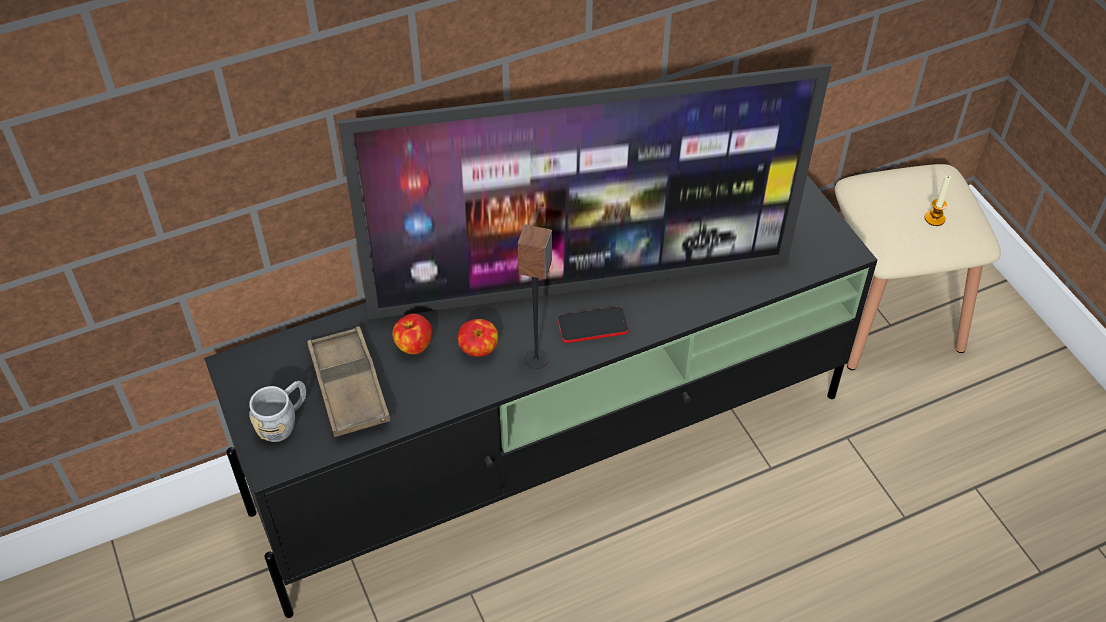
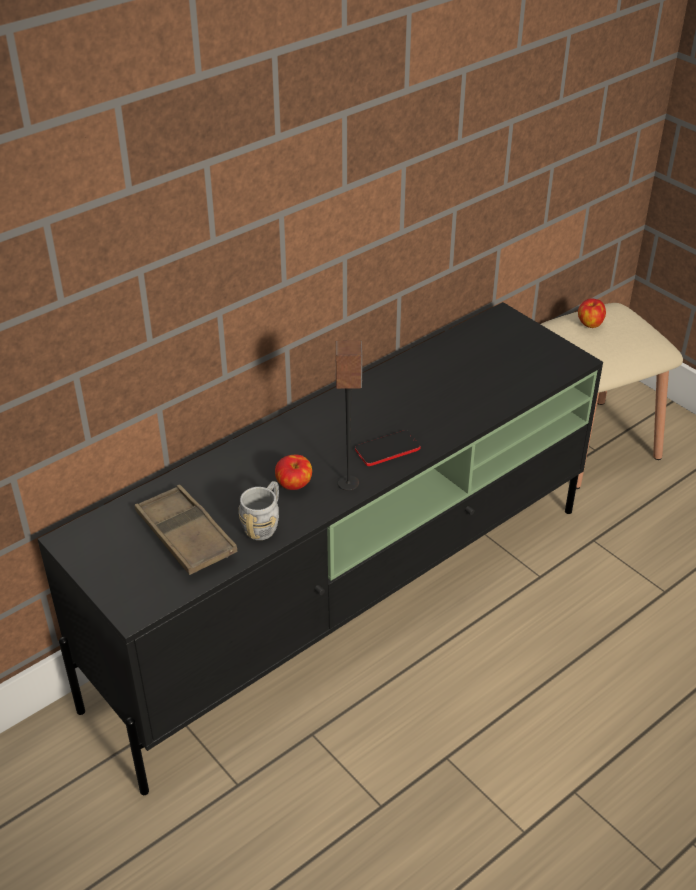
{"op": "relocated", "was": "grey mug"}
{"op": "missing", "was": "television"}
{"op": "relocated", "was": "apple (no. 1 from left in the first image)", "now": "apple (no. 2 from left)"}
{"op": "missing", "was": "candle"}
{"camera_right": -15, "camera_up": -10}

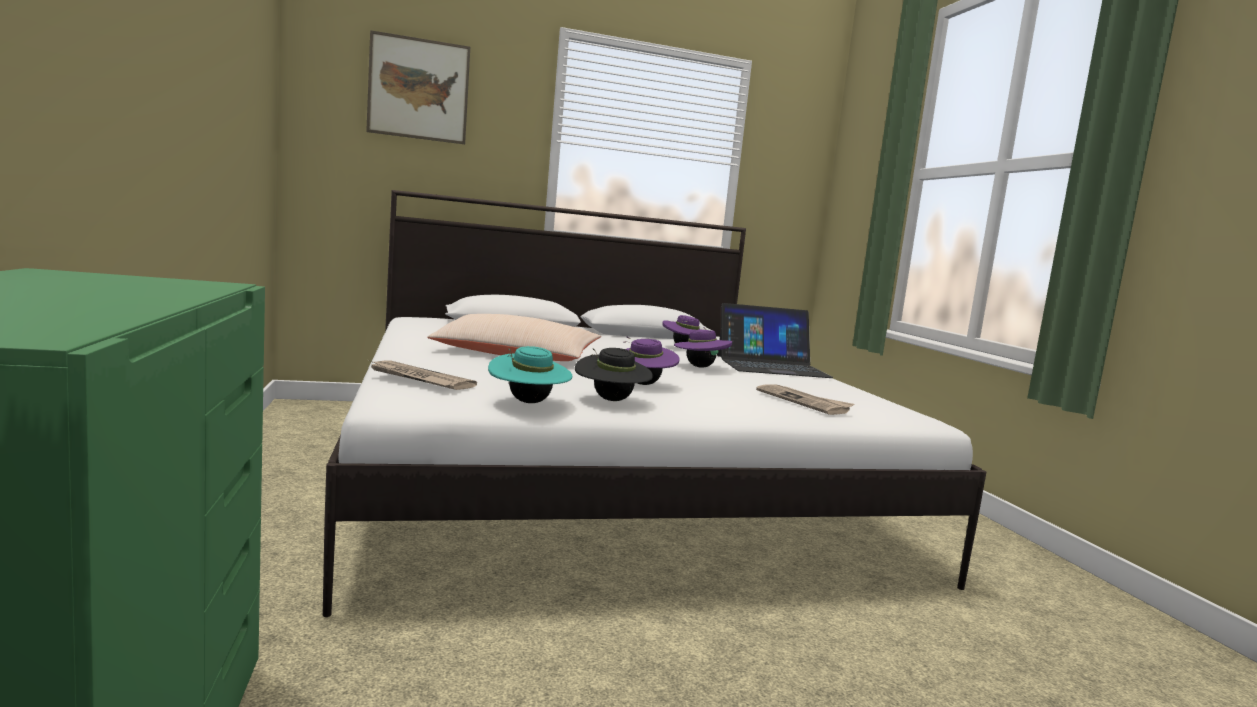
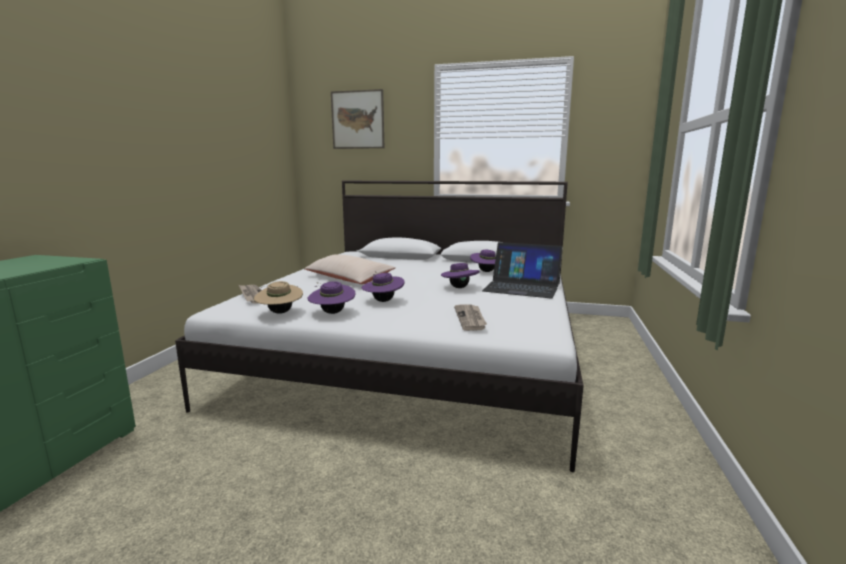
{"op": "colour", "was": "turquoise hat", "now": "beige hat"}
{"op": "colour", "was": "black hat", "now": "purple hat (no. 1 from left)"}
{"camera_right": 30, "camera_up": 5}

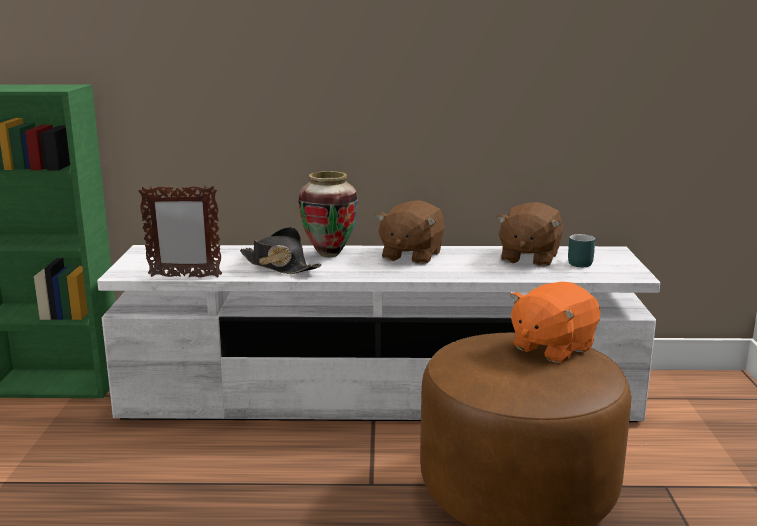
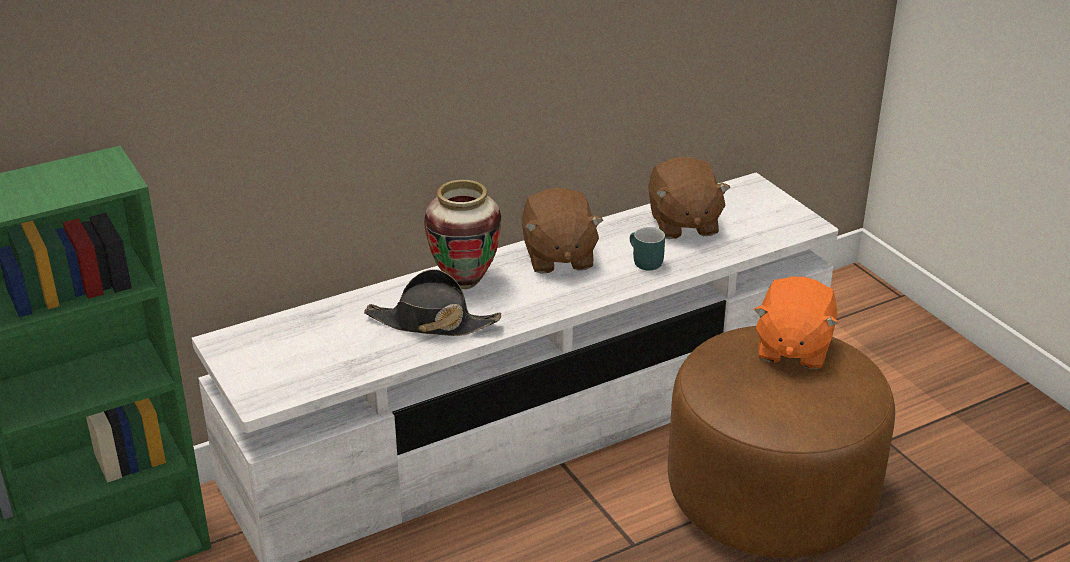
{"op": "missing", "was": "picture frame"}
{"op": "relocated", "was": "turquoise mug"}
{"camera_right": -30, "camera_up": 15}

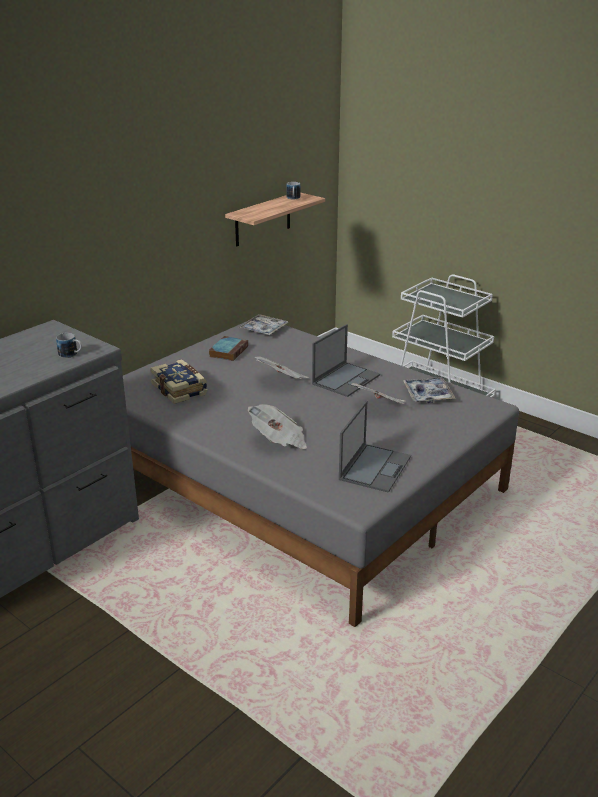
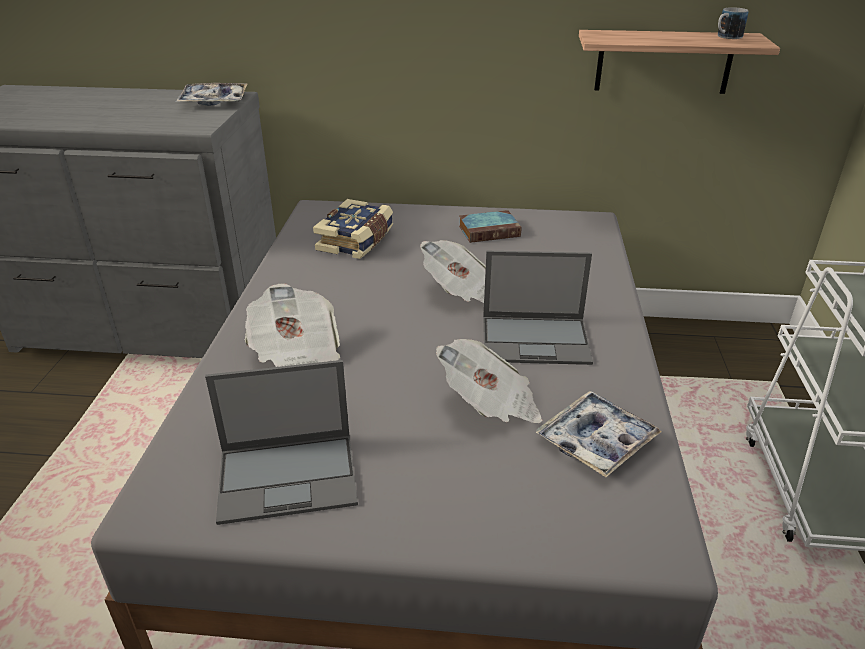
{"op": "missing", "was": "mug (no. 1 from left)"}
{"op": "relocated", "was": "tray (no. 1 from left)"}
{"camera_right": 55, "camera_up": 5}

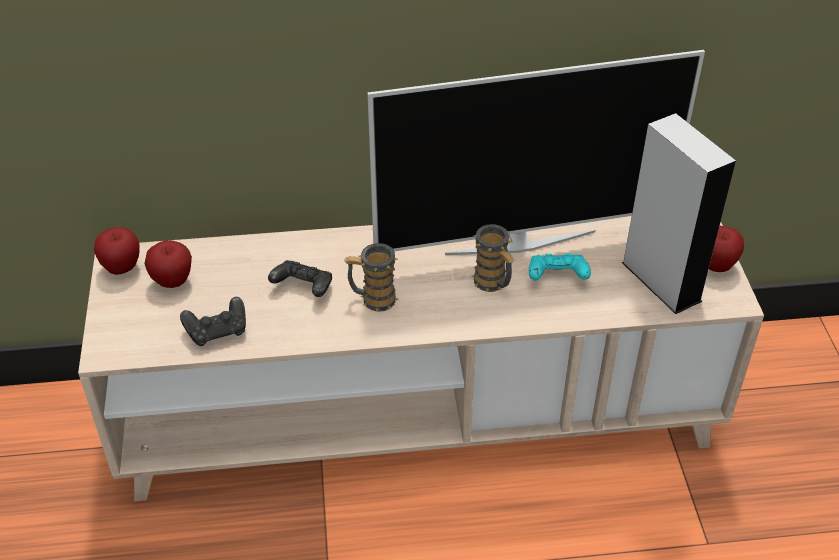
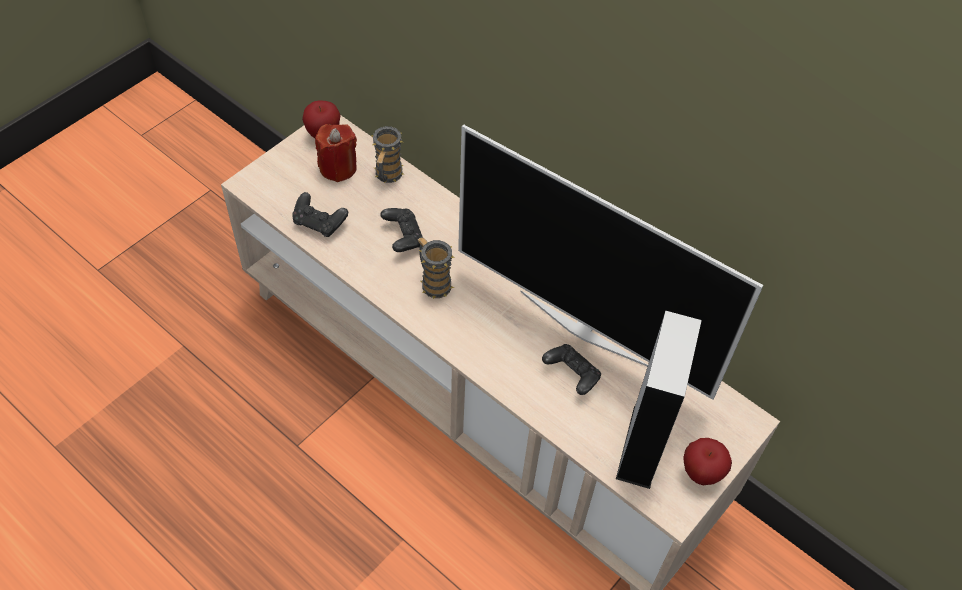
{"op": "exchanged", "was": "apple (no. 2 from left)", "now": "red candle"}
{"op": "relocated", "was": "mug (no. 2 from left in the first image)", "now": "mug (no. 1 from left)"}
{"op": "colour", "was": "turquoise game controller", "now": "black game controller (no. 3 from left)"}
{"camera_right": 45, "camera_up": 10}

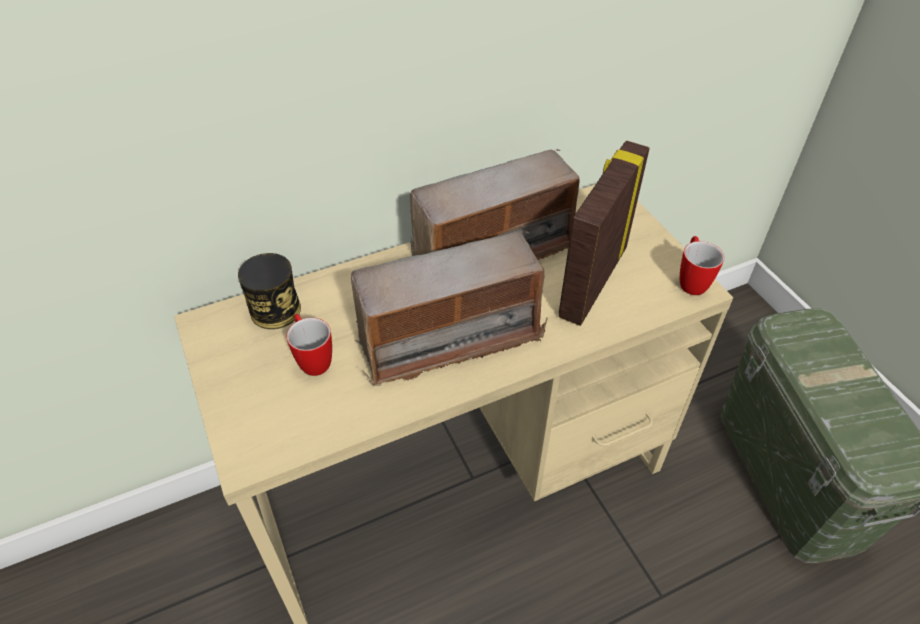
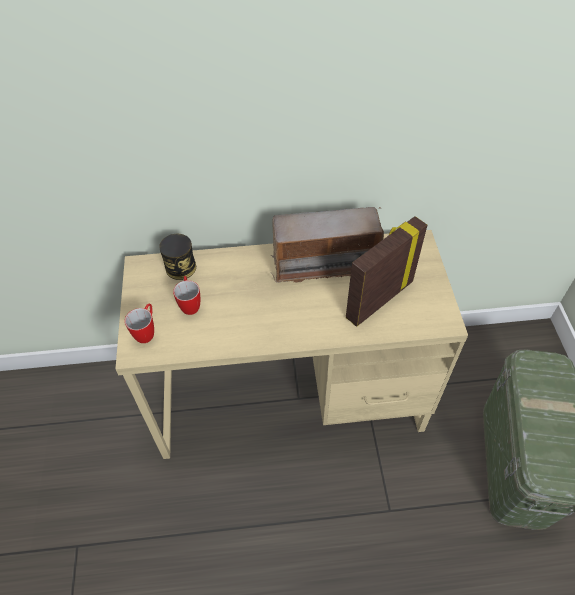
{"op": "missing", "was": "radio (no. 1 from left)"}
{"op": "relocated", "was": "mug (no. 2 from left in the first image)", "now": "mug (no. 1 from left)"}
{"camera_right": 20, "camera_up": 5}

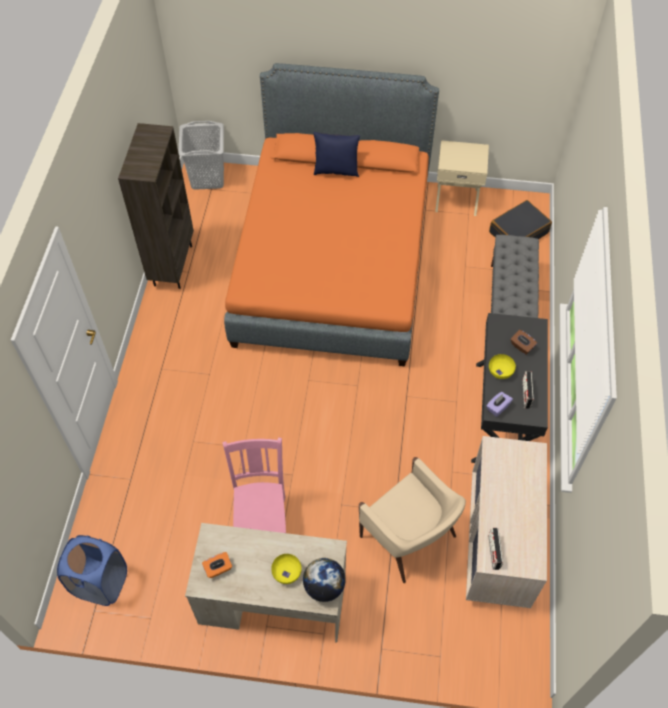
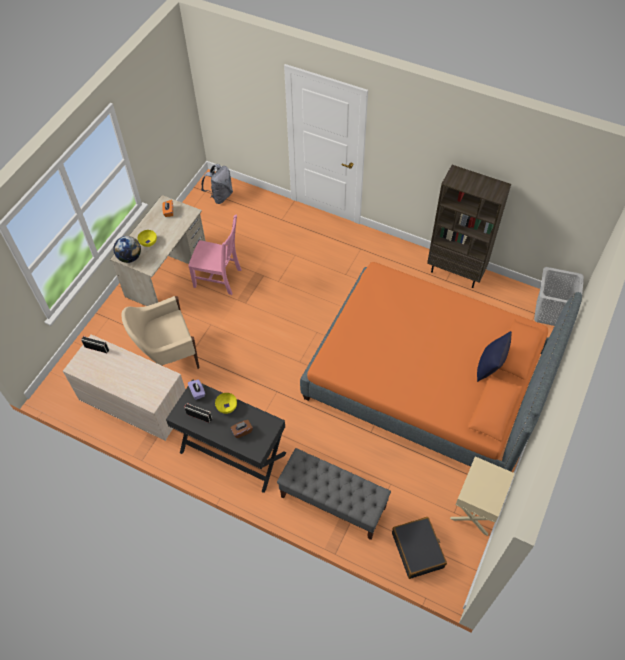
{"op": "exchanged", "was": "blue laundry basket", "now": "grey backpack"}
{"camera_right": 110, "camera_up": 0}

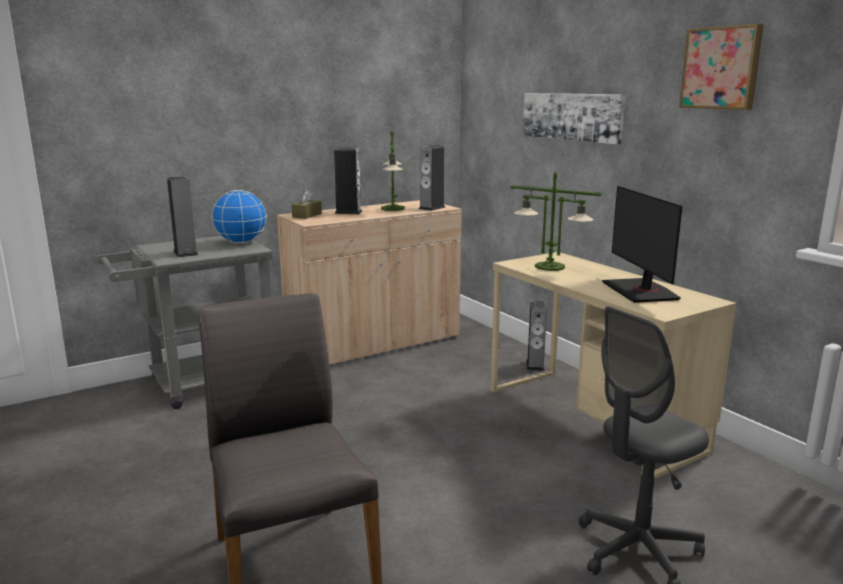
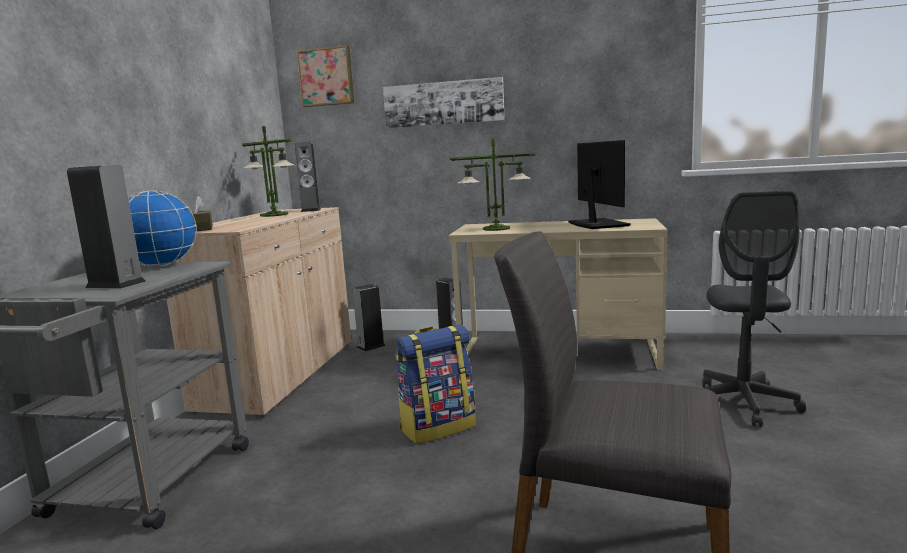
{"op": "relocated", "was": "speaker (no. 2 from left in the first image)", "now": "speaker (no. 3 from left)"}
{"op": "spun", "was": "monitor", "clockwise": -135}
{"op": "relocated", "was": "picture (no. 2 from left in the first image)", "now": "picture (no. 1 from left)"}
{"op": "appeared", "now": "backpack"}
{"camera_right": -45, "camera_up": -5}

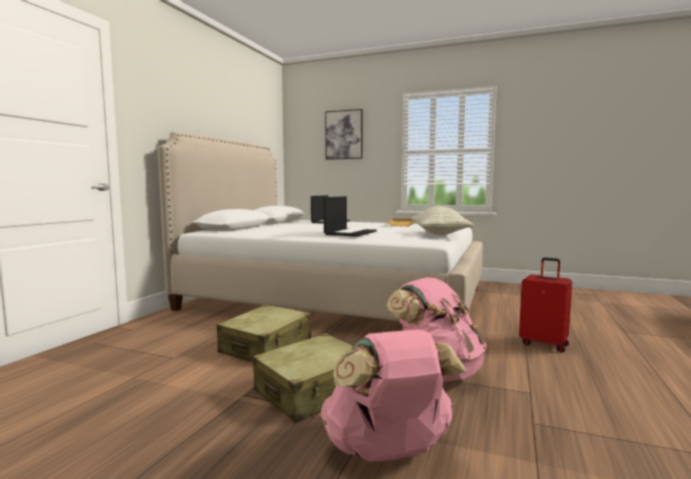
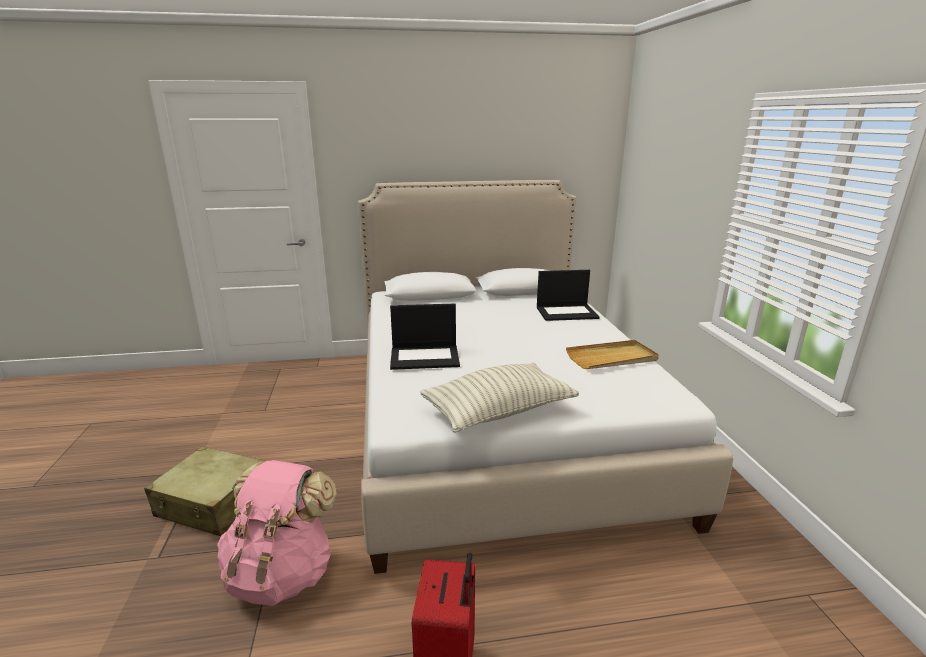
{"op": "missing", "was": "beige suitcase (no. 1 from left)"}
{"op": "missing", "was": "pink backpack (no. 1 from left)"}
{"op": "missing", "was": "picture"}
{"camera_right": 60, "camera_up": 15}

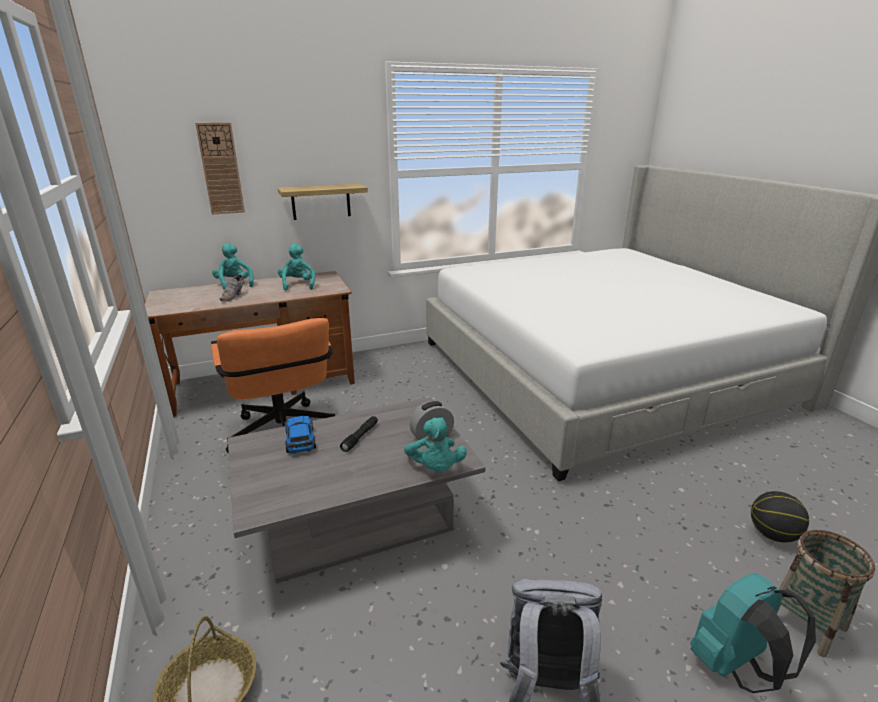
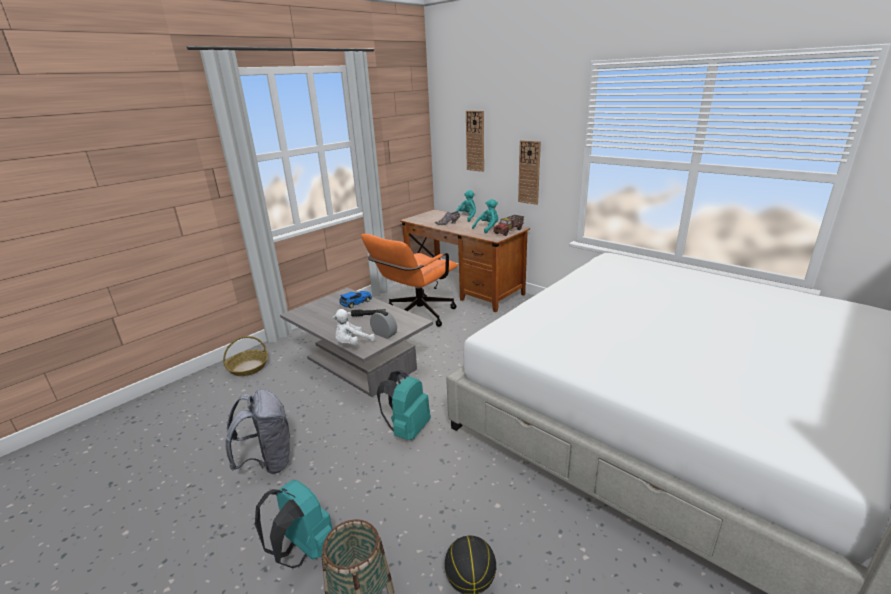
{"op": "exchanged", "was": "shelf", "now": "wall clock (no. 2 from left)"}
{"op": "colour", "was": "turquoise plush toy (no. 3 from left)", "now": "white plush toy"}
{"op": "appeared", "now": "turquoise backpack (no. 2 from left)"}
{"op": "appeared", "now": "toy truck"}
{"camera_right": 65, "camera_up": 0}

